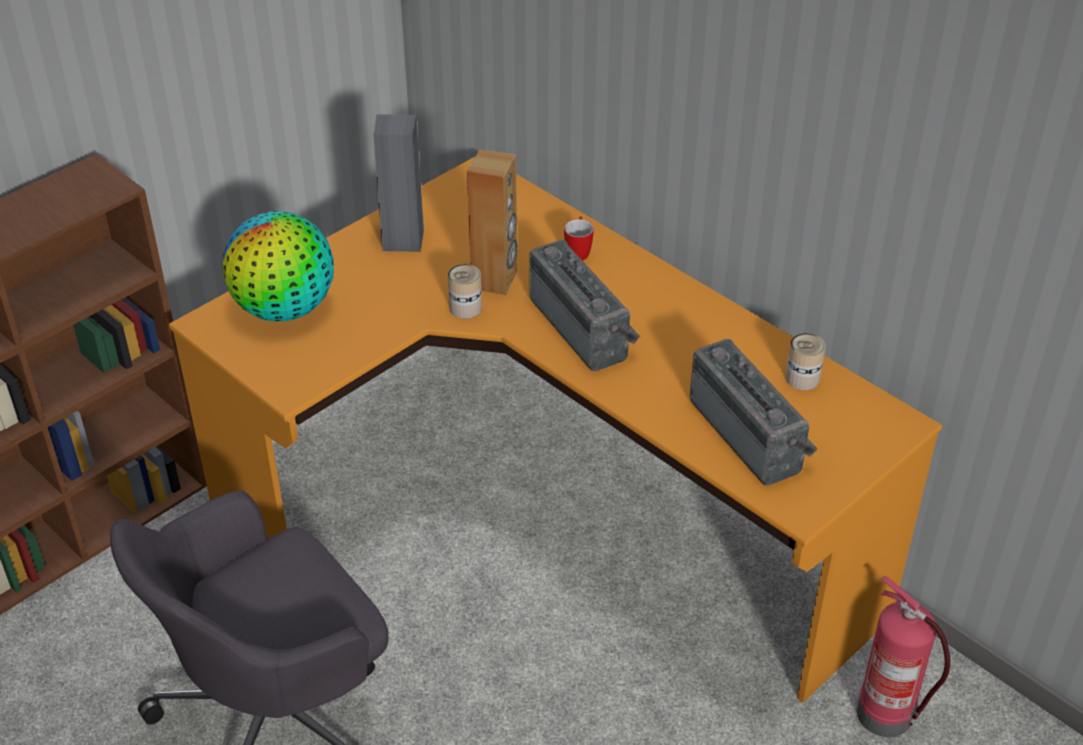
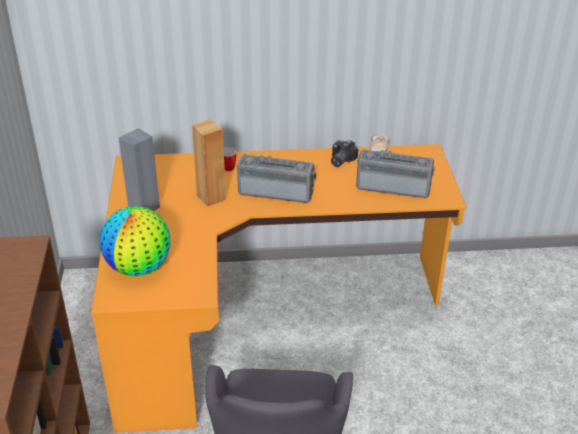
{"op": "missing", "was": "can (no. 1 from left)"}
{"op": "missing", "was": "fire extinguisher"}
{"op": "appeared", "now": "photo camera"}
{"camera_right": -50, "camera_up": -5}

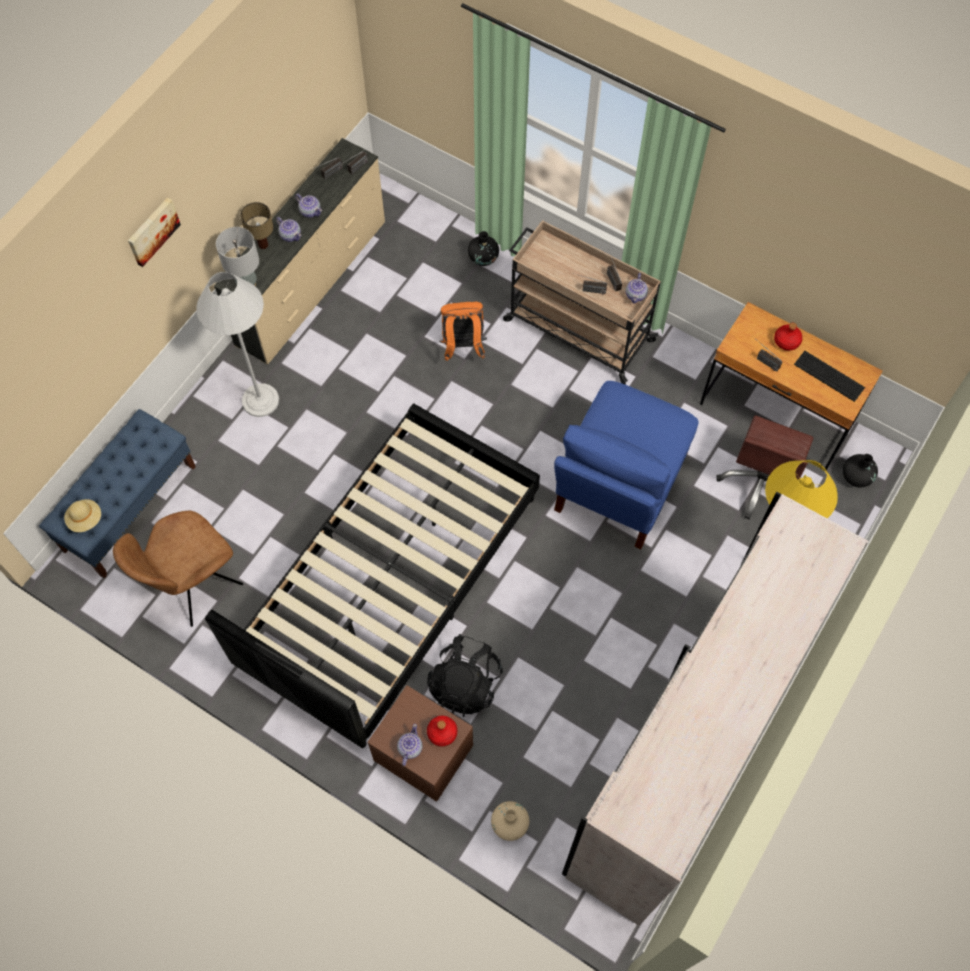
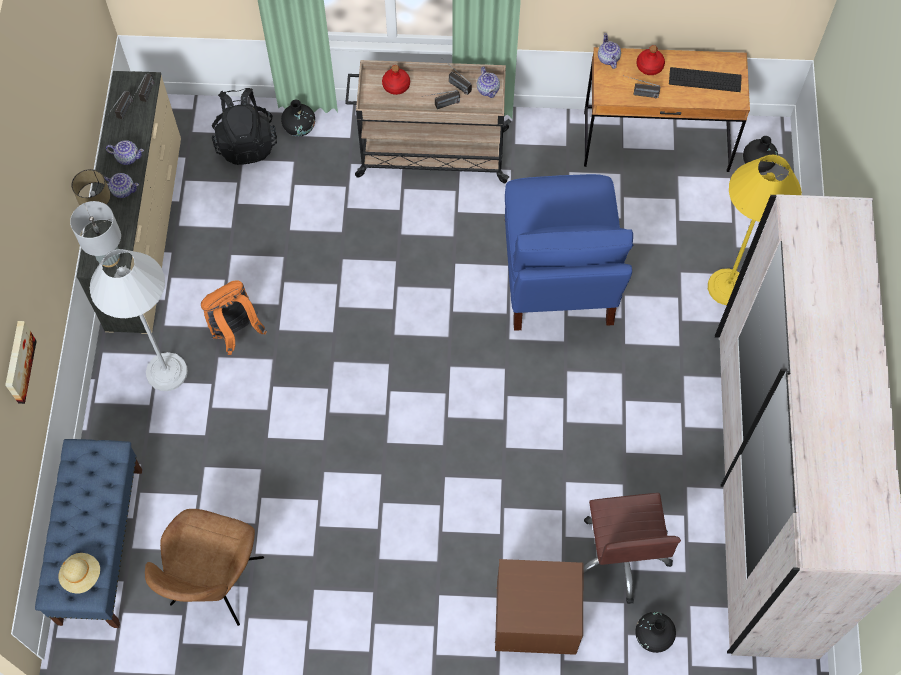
{"op": "relocated", "was": "picture"}
{"op": "missing", "was": "black bed"}
{"op": "relocated", "was": "teapot (no. 3 from left in the first image)", "now": "teapot (no. 4 from left)"}
{"op": "relocated", "was": "black backpack"}
{"op": "relocated", "was": "red bottle (no. 1 from left)"}
{"op": "relocated", "was": "orange backpack"}
{"op": "colour", "was": "beige vase", "now": "black vase (no. 2 from left)"}
{"op": "relocated", "was": "brown office chair"}
{"camera_right": -30, "camera_up": 0}

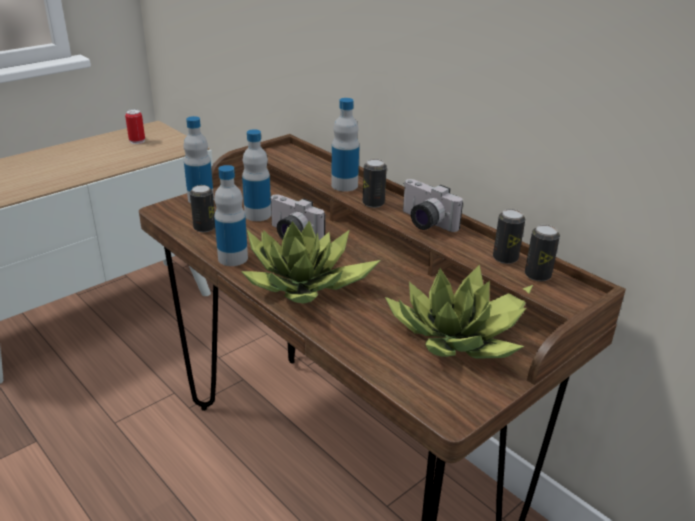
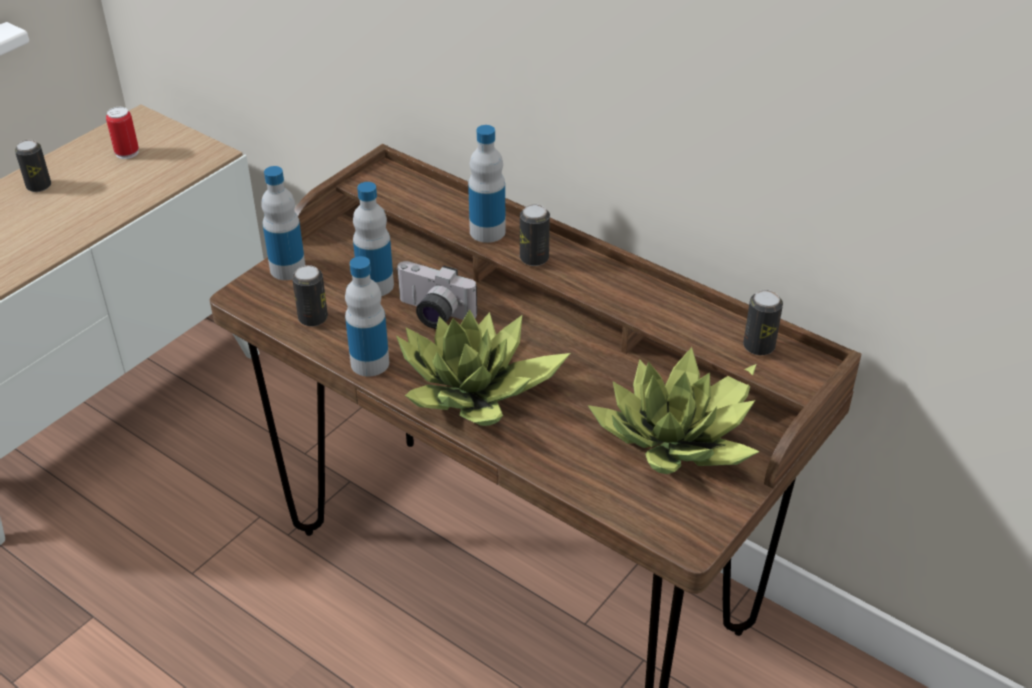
{"op": "missing", "was": "photo camera (no. 2 from left)"}
{"op": "relocated", "was": "can (no. 4 from left in the first image)", "now": "can (no. 1 from left)"}
{"camera_right": -10, "camera_up": 10}

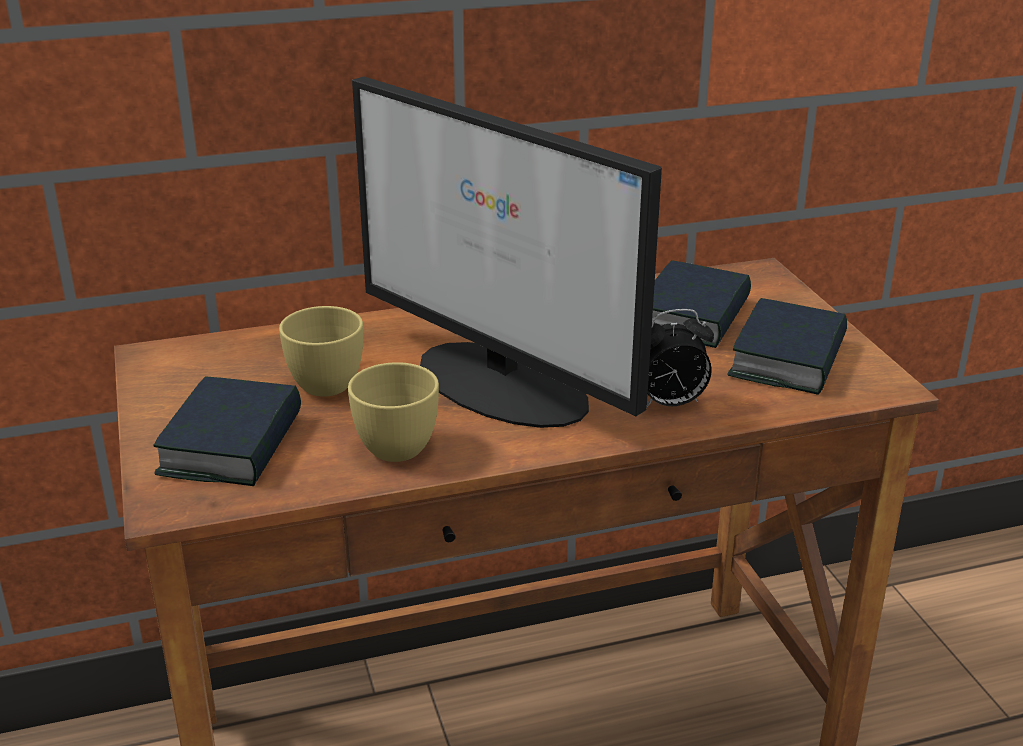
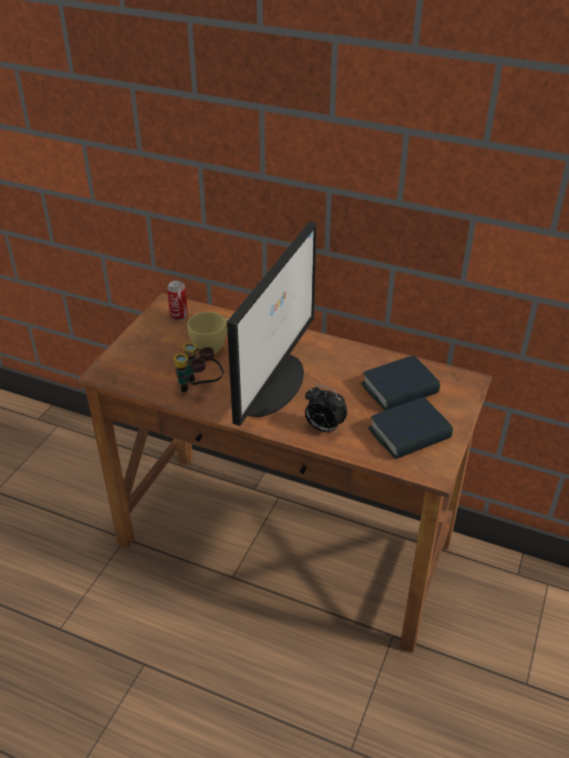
{"op": "missing", "was": "book (no. 1 from left)"}
{"op": "exchanged", "was": "yellow cup (no. 2 from left)", "now": "binoculars"}
{"op": "spun", "was": "monitor", "clockwise": -150}
{"op": "appeared", "now": "can"}
{"camera_right": 40, "camera_up": 10}

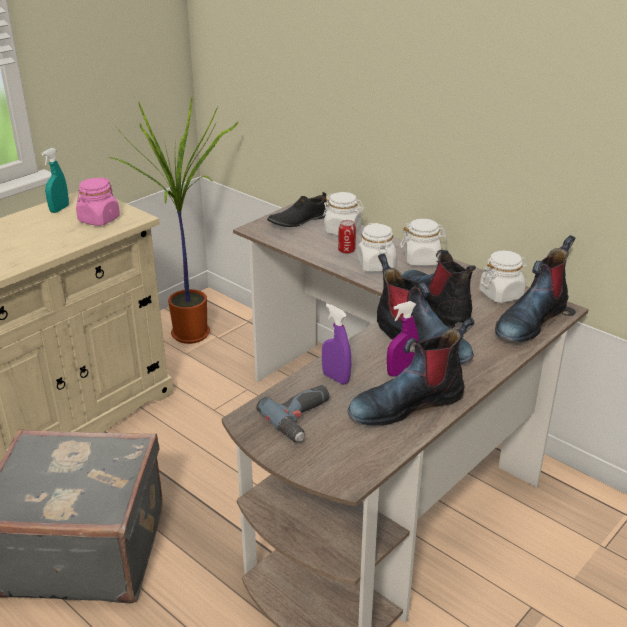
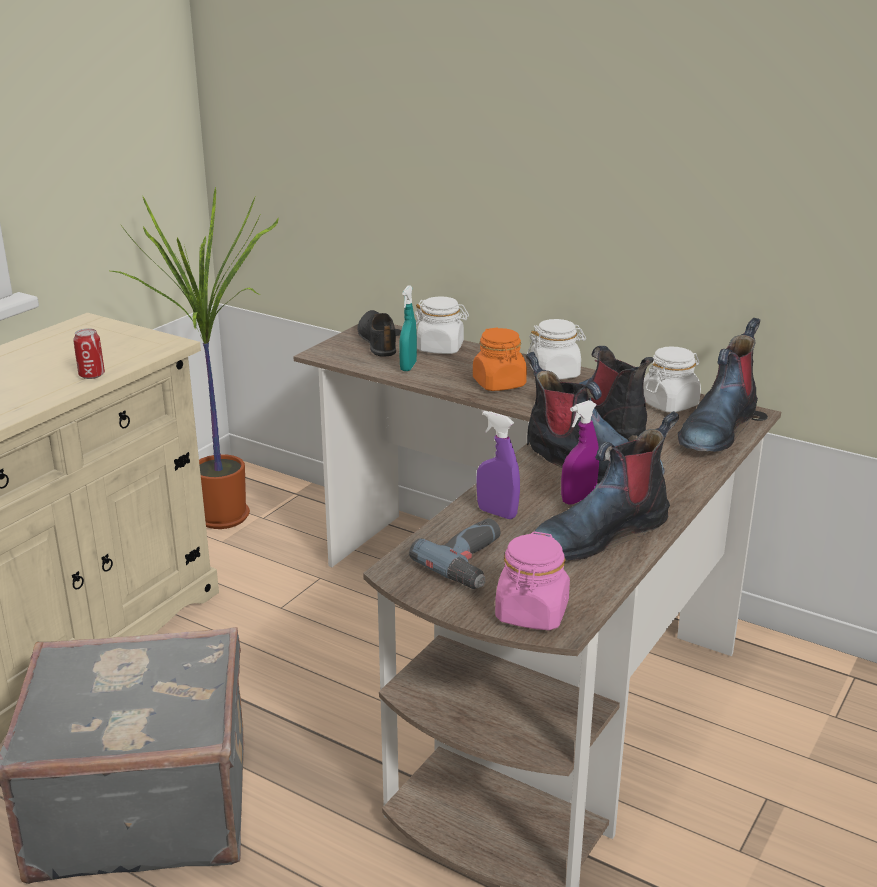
{"op": "relocated", "was": "turquoise spray bottle"}
{"op": "relocated", "was": "pink jar"}
{"op": "spun", "was": "black shoe", "clockwise": 120}
{"op": "relocated", "was": "can"}
{"op": "colour", "was": "white jar (no. 2 from left)", "now": "orange jar"}
{"camera_right": -10, "camera_up": -5}

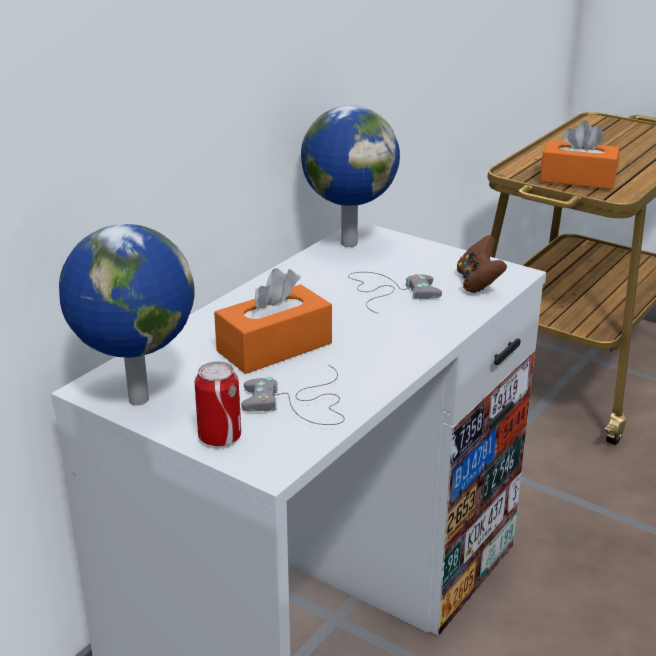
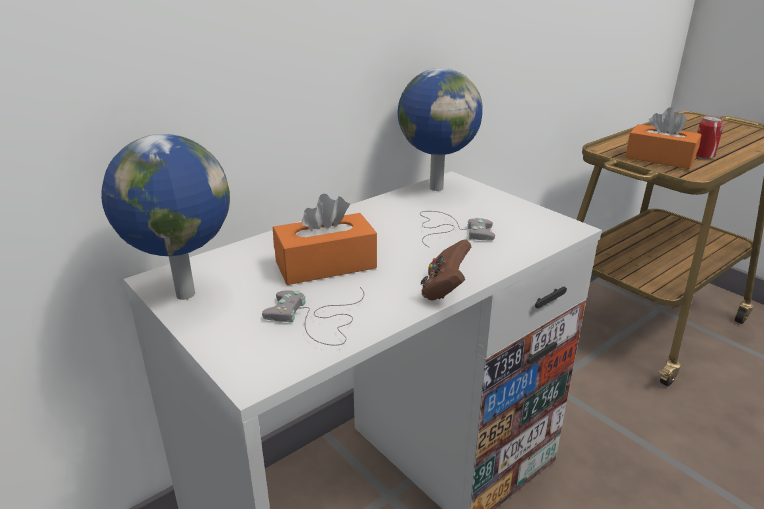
{"op": "relocated", "was": "can"}
{"op": "relocated", "was": "brown game controller"}
{"camera_right": 15, "camera_up": 0}

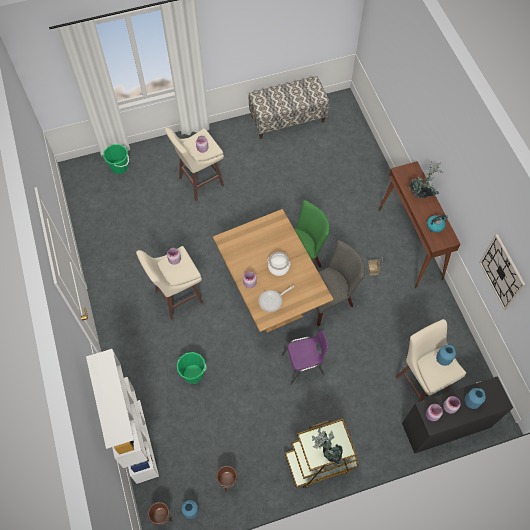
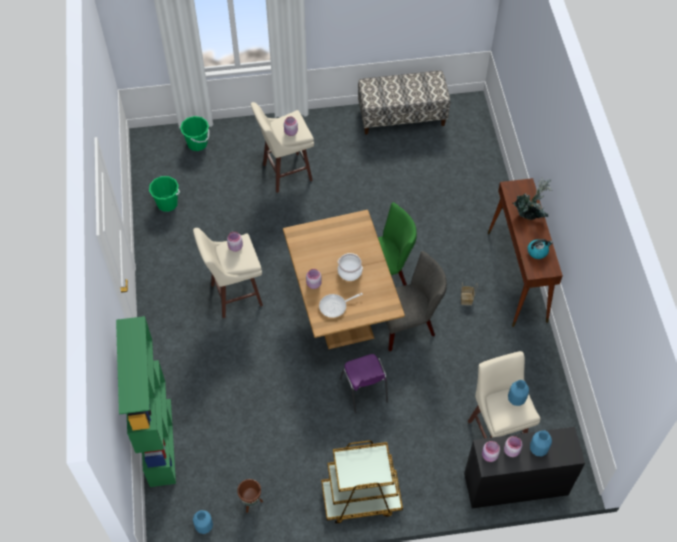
{"op": "colour", "was": "white bookcase", "now": "green bookcase"}
{"op": "missing", "was": "brown planter (no. 1 from left)"}
{"op": "relocated", "was": "green bucket (no. 2 from left in the first image)", "now": "green bucket (no. 1 from left)"}
{"op": "spun", "was": "purple chair", "clockwise": 75}
{"op": "missing", "was": "potted plant (no. 1 from left)"}
{"op": "missing", "was": "wall clock"}
{"camera_right": 10, "camera_up": -5}

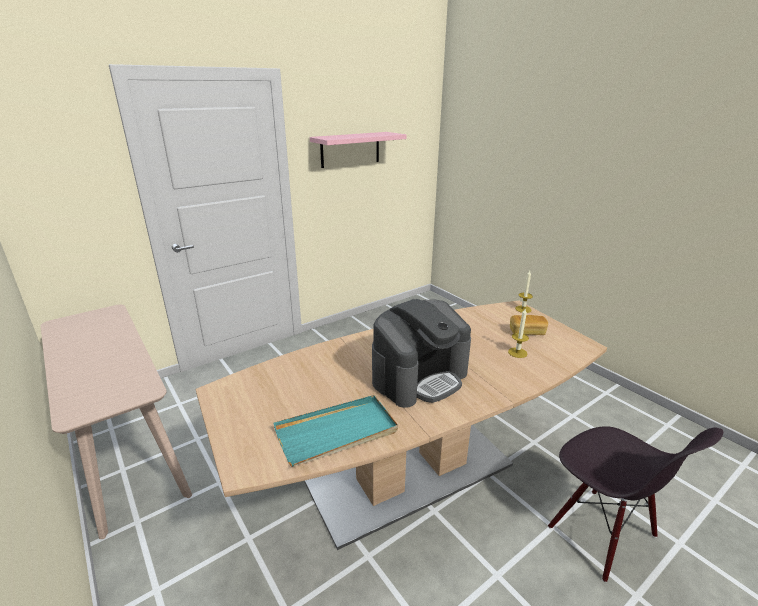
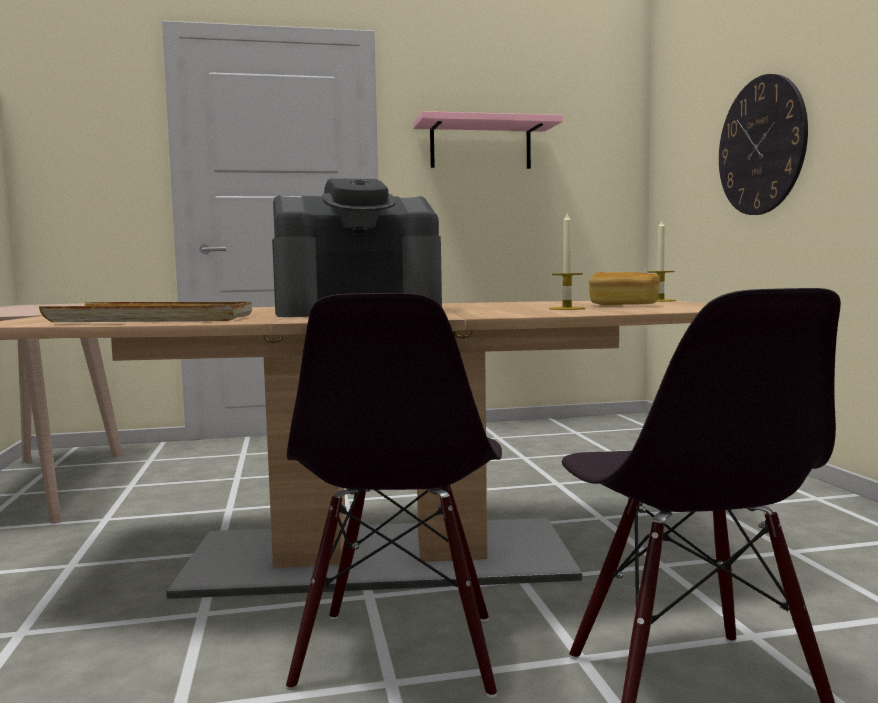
{"op": "colour", "was": "turquoise tray", "now": "beige tray"}
{"op": "appeared", "now": "black chair (no. 1 from left)"}
{"op": "appeared", "now": "wall clock"}
{"camera_right": 25, "camera_up": -20}

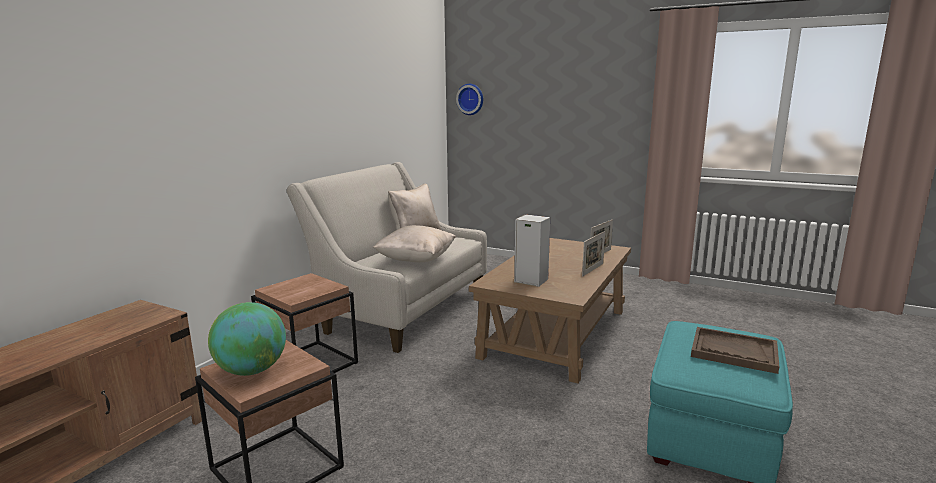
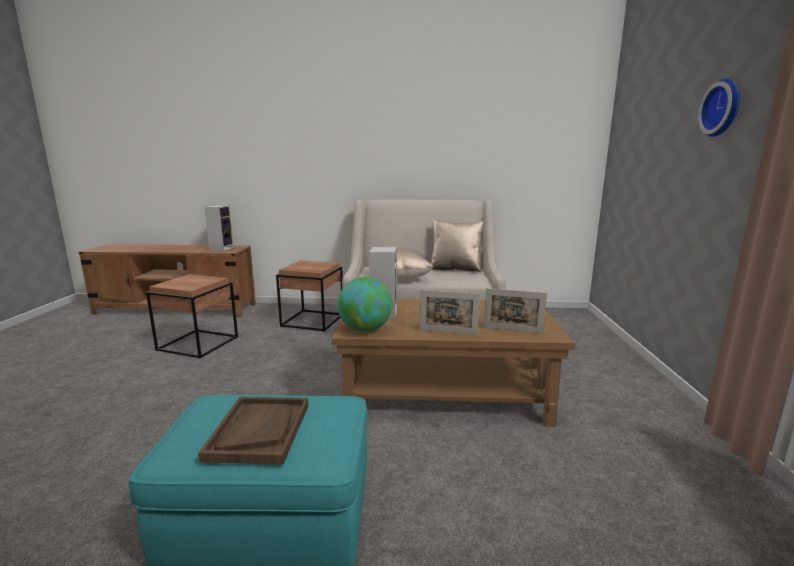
{"op": "relocated", "was": "globe"}
{"op": "relocated", "was": "wall clock"}
{"op": "appeared", "now": "speaker (no. 1 from left)"}
{"camera_right": 65, "camera_up": 0}

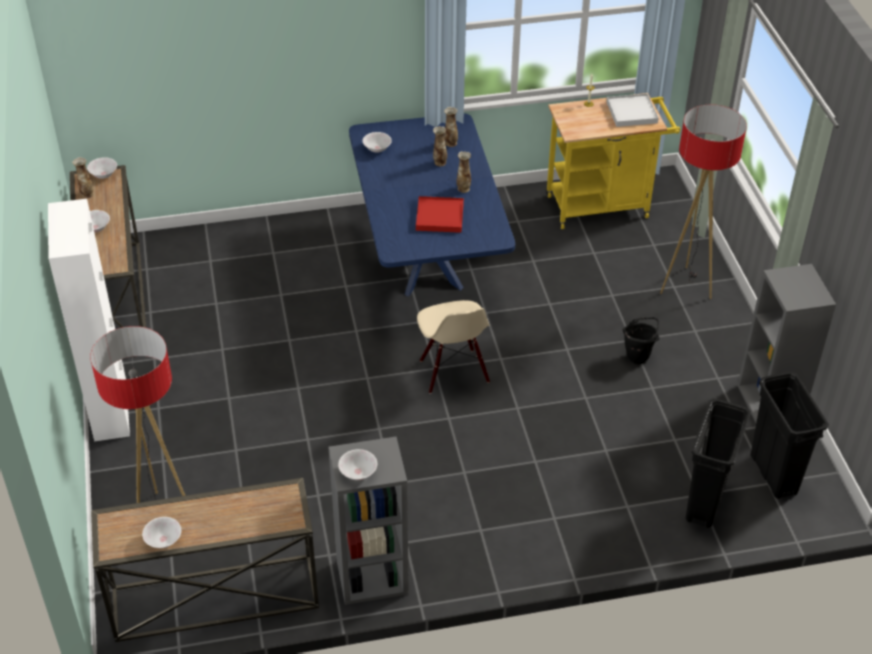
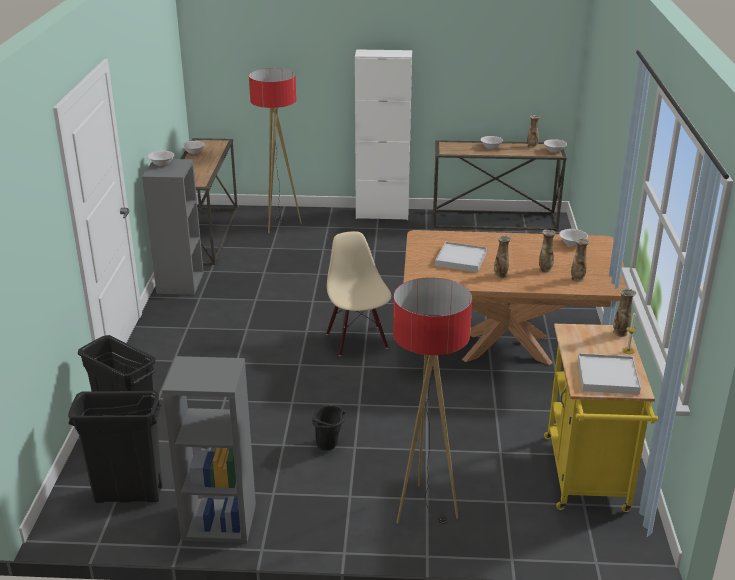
{"op": "colour", "was": "blue dining table", "now": "brown dining table"}
{"op": "colour", "was": "red tray", "now": "white tray (no. 1 from left)"}
{"op": "spun", "was": "beige chair", "clockwise": 75}
{"op": "appeared", "now": "vase (no. 5 from left)"}
{"camera_right": 105, "camera_up": -15}

